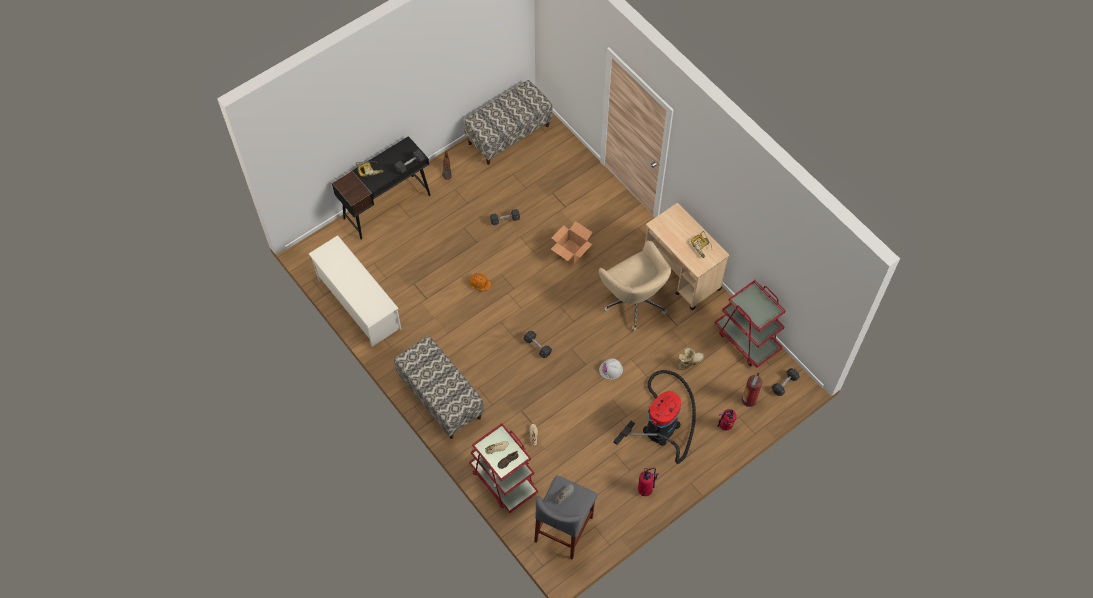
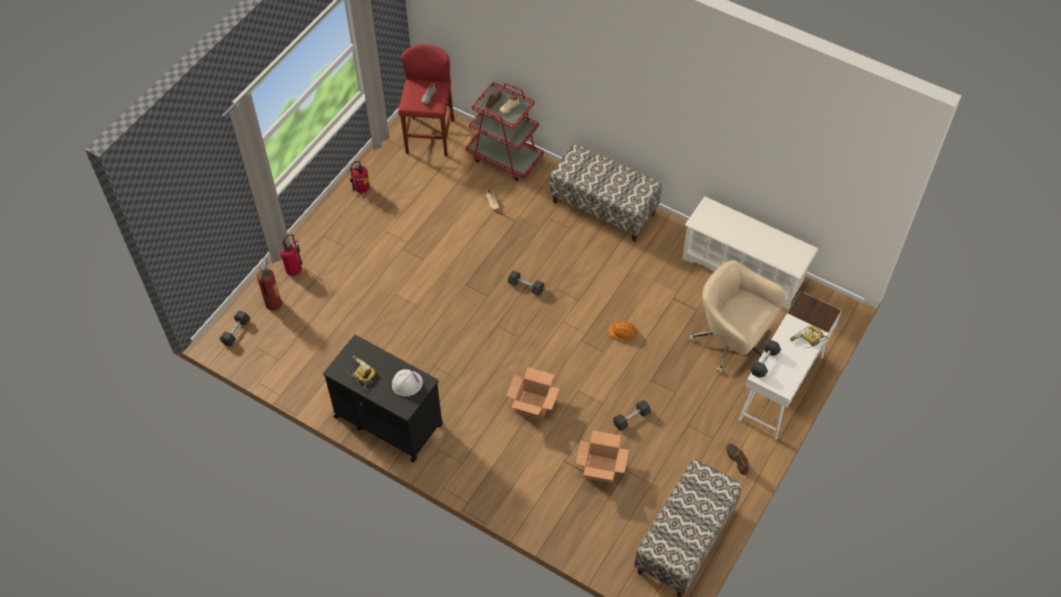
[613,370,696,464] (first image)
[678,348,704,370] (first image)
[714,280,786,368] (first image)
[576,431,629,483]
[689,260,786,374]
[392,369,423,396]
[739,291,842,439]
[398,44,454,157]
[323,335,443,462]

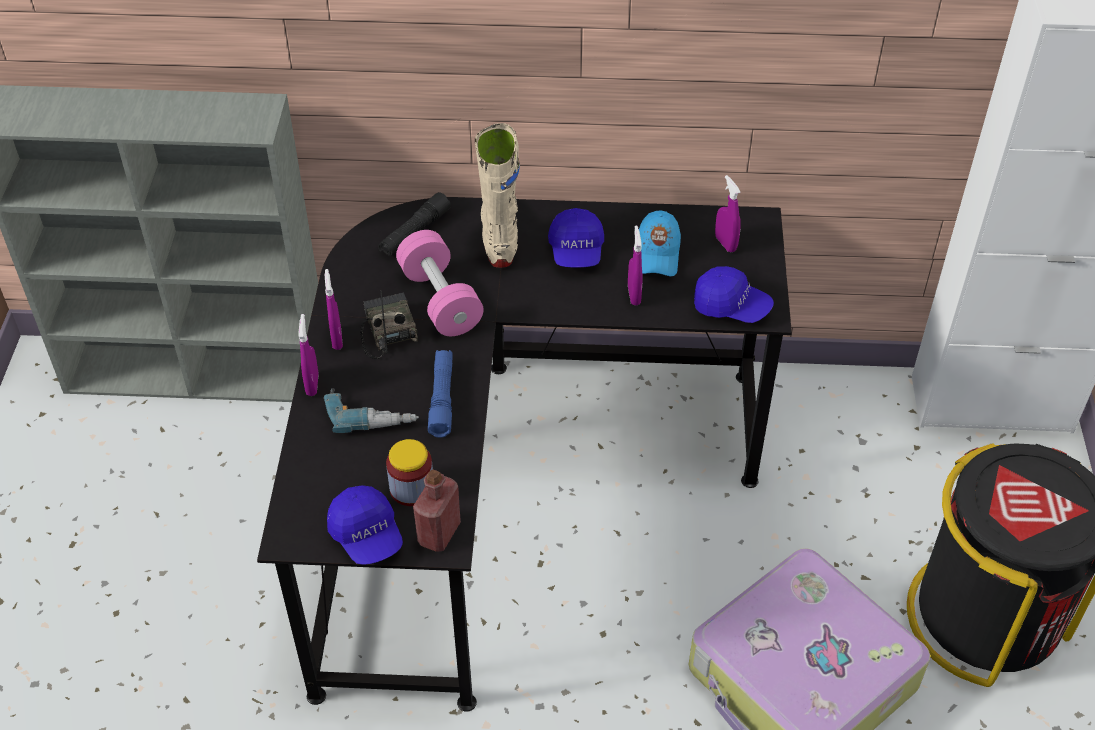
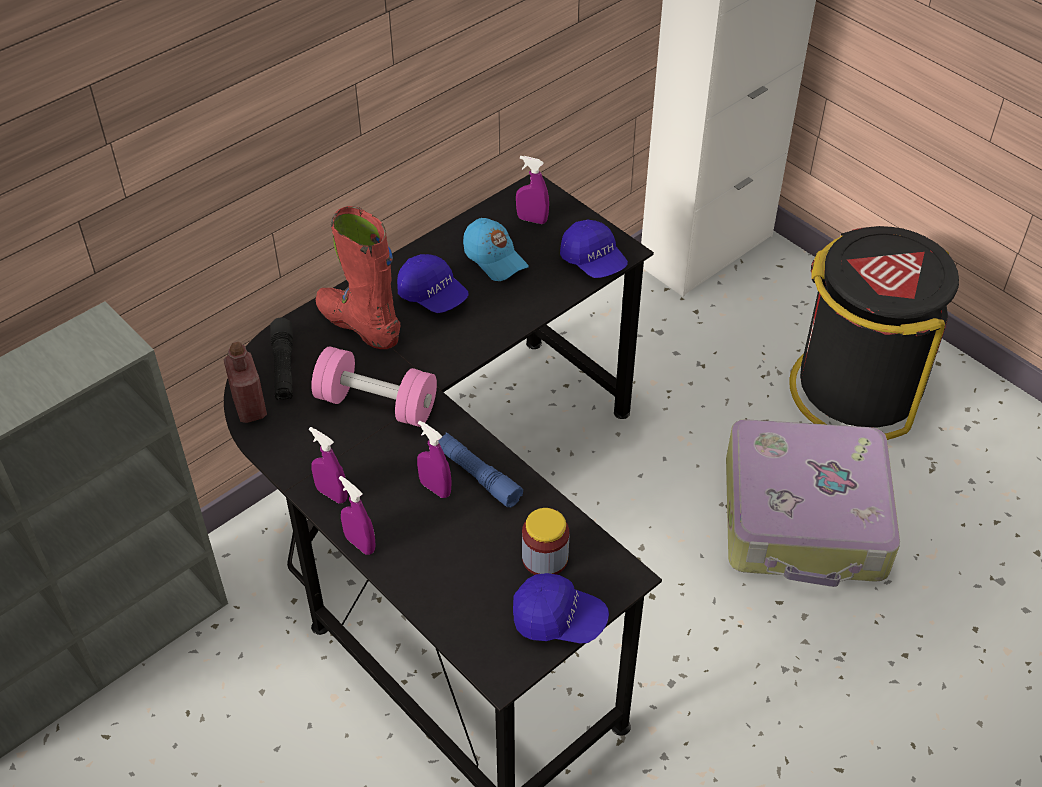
[324,388,419,433] (first image)
[360,290,418,359] (first image)
[224,342,267,423]
[417,421,451,498]
[316,206,400,349]
[560,220,628,278]

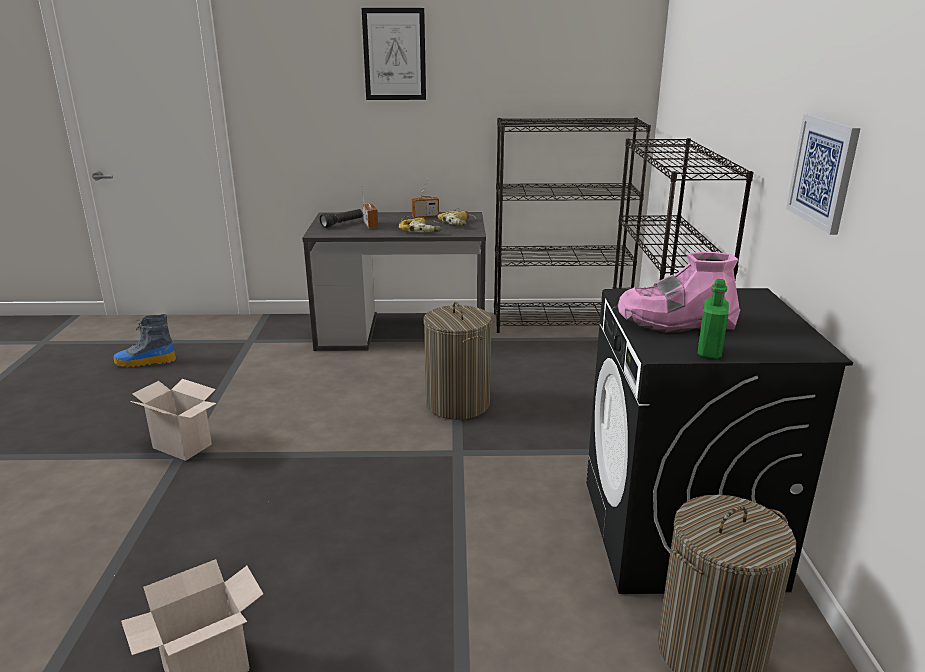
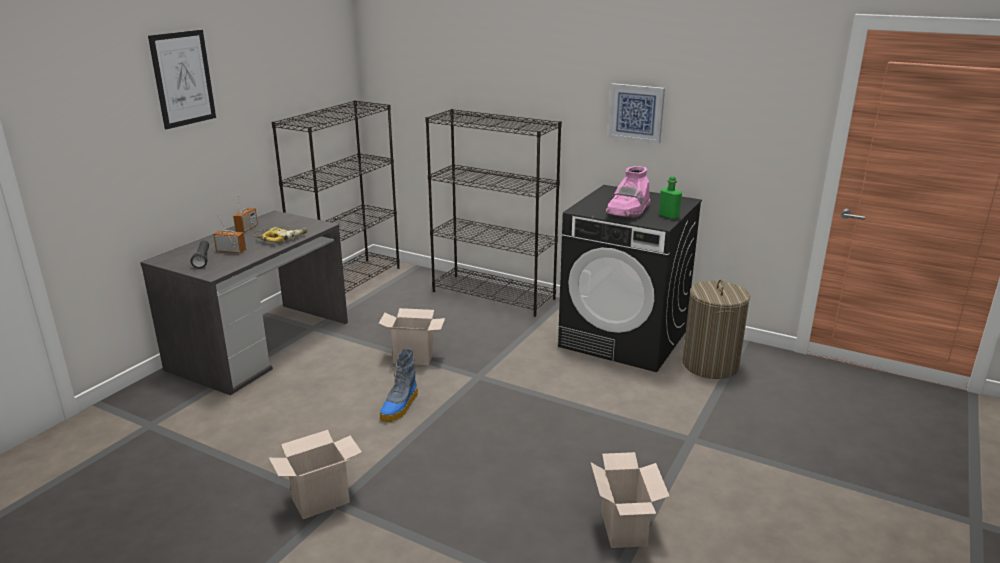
[437,208,477,226] (first image)
[380,349,418,422]
[378,308,445,365]

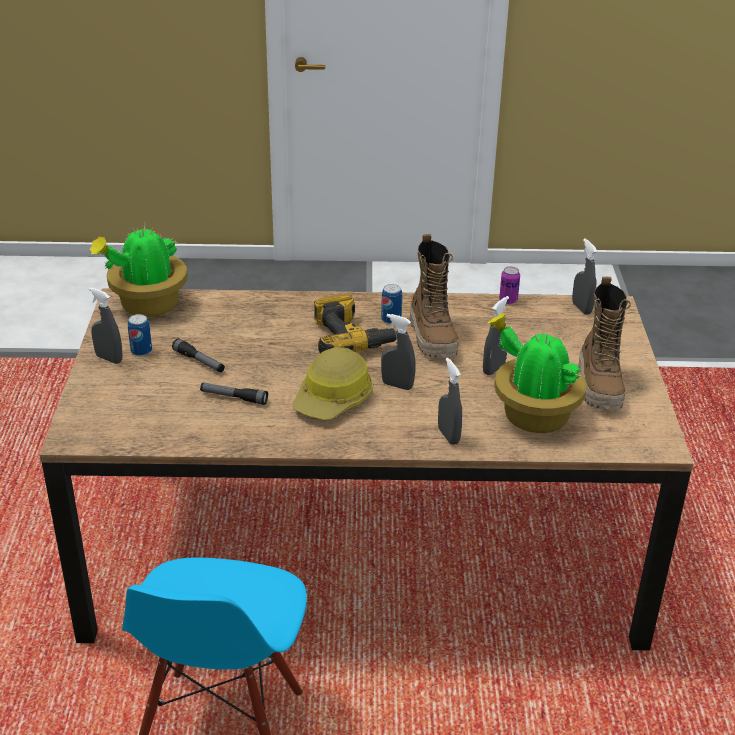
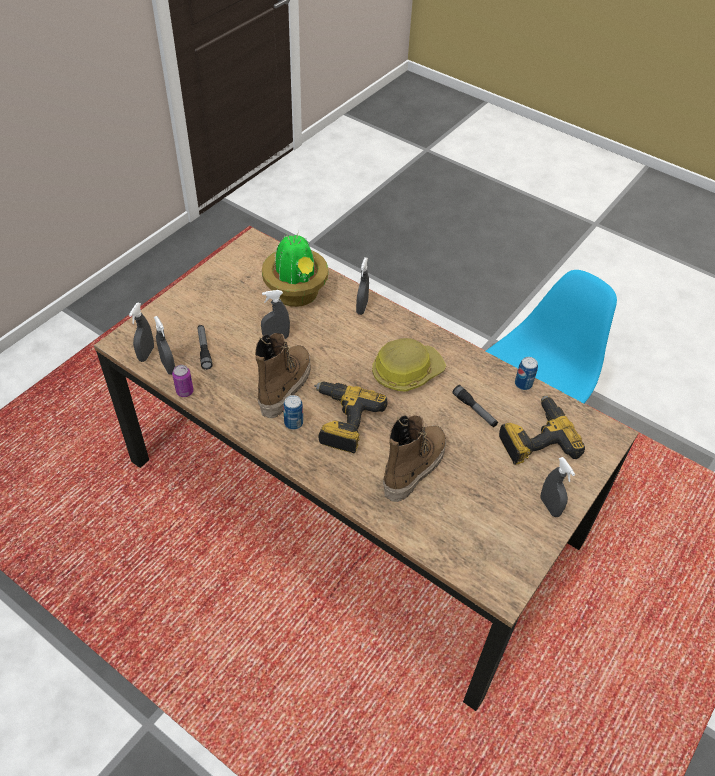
[90,224,188,317] (first image)
[499,396,585,465]
[515,357,538,390]
[198,325,213,370]
[154,316,175,375]
[383,415,446,502]

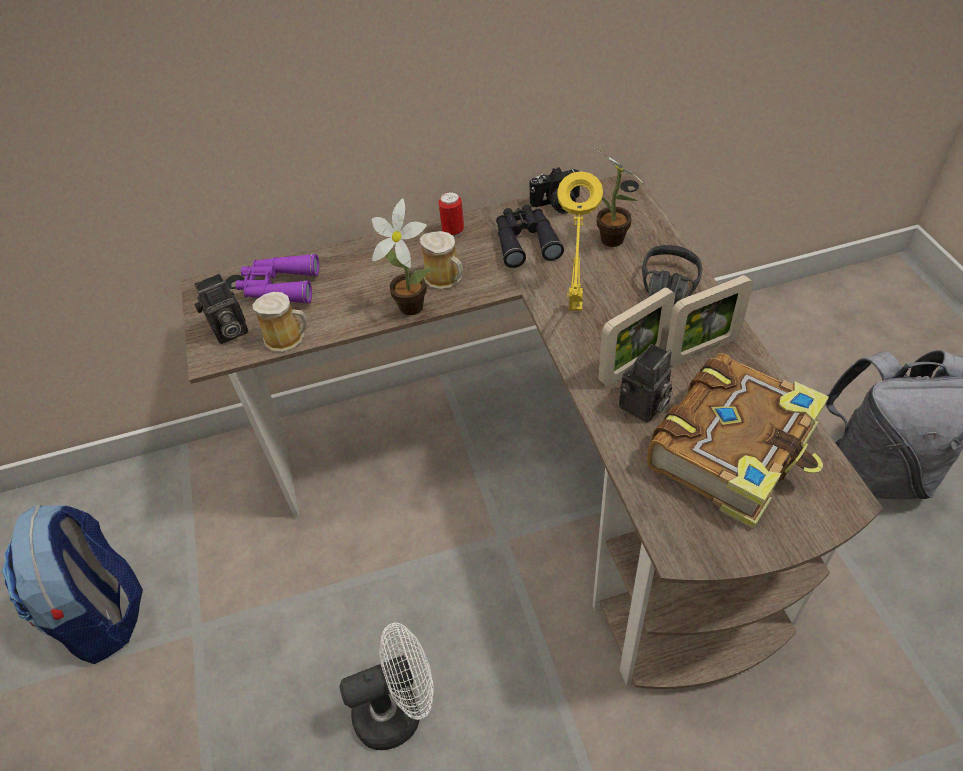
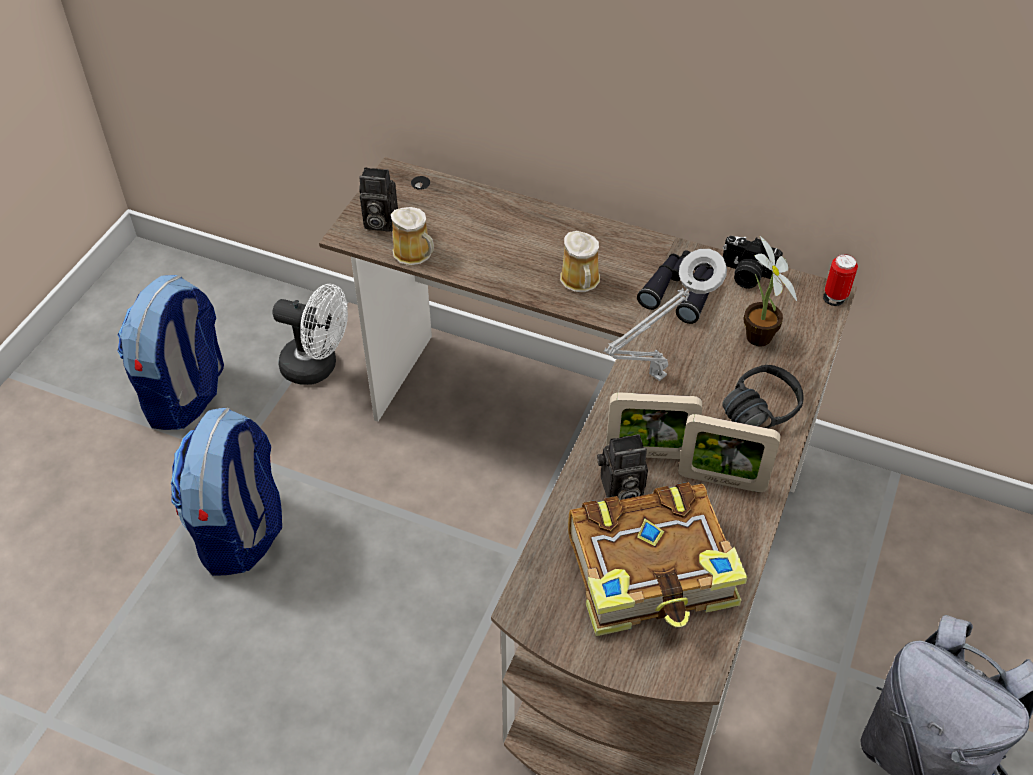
[236,254,319,304] (first image)
[372,198,431,315] (first image)
[171,407,282,575]
[272,284,348,385]
[825,254,858,302]
[603,249,727,381]

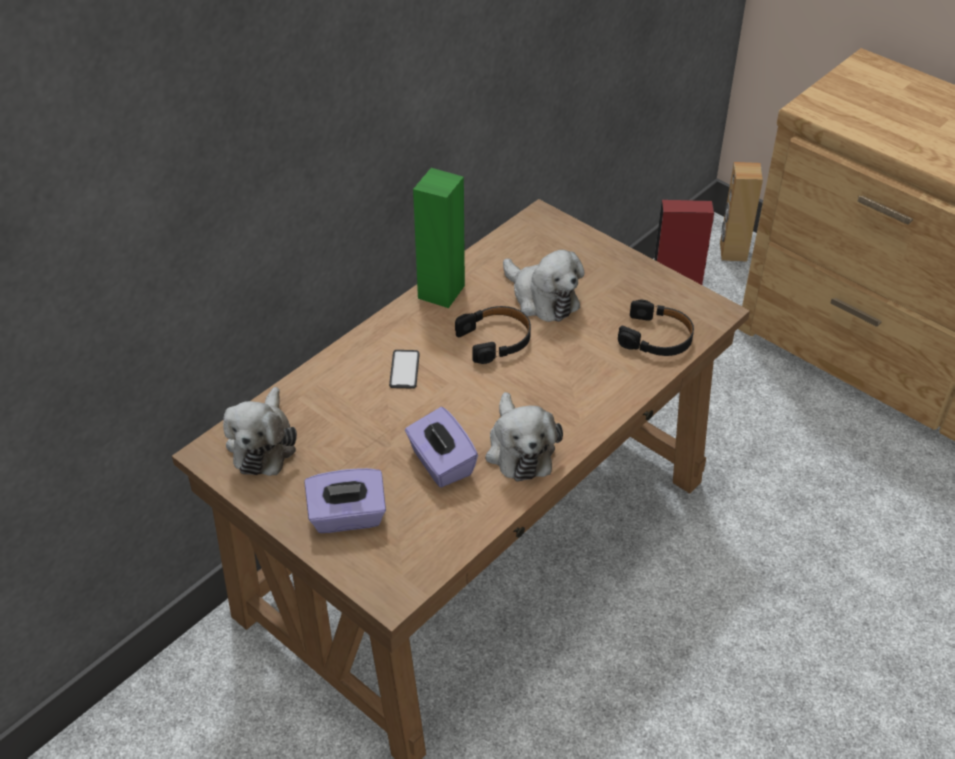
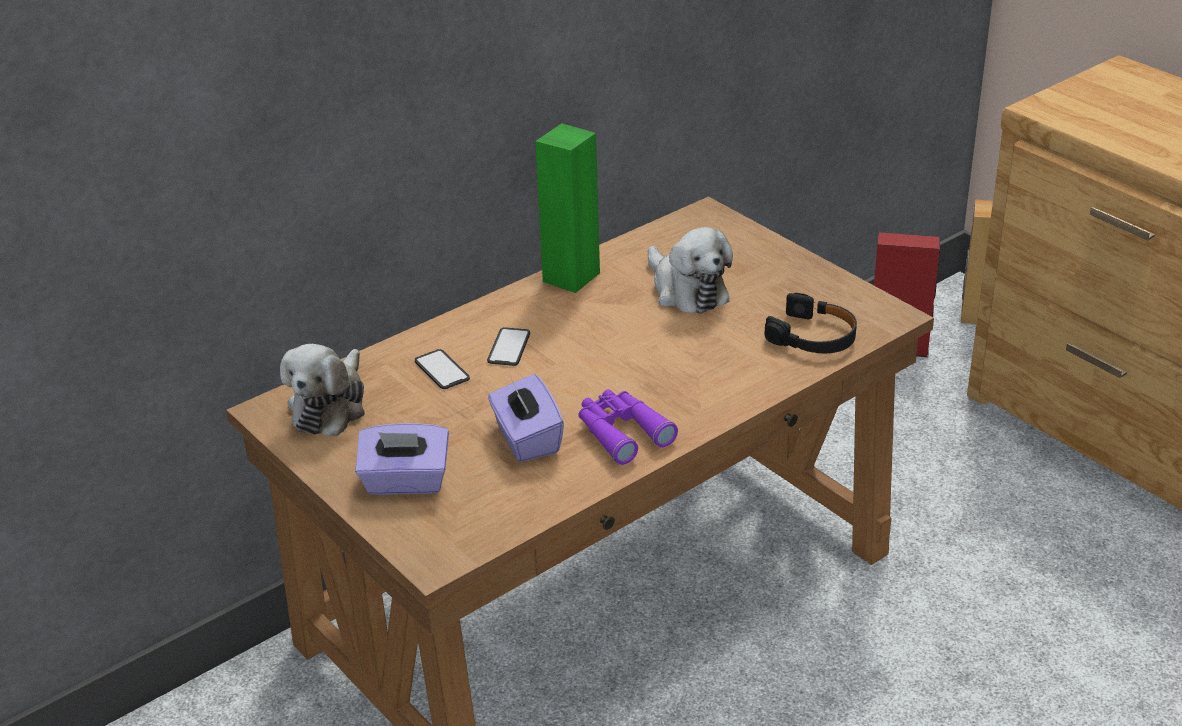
[455,306,531,364] (first image)
[415,349,470,389]
[578,389,678,465]

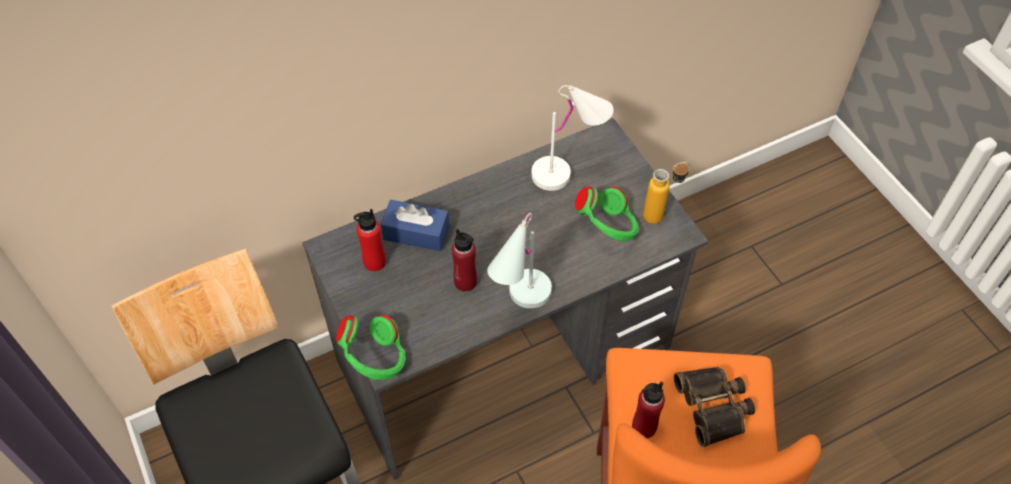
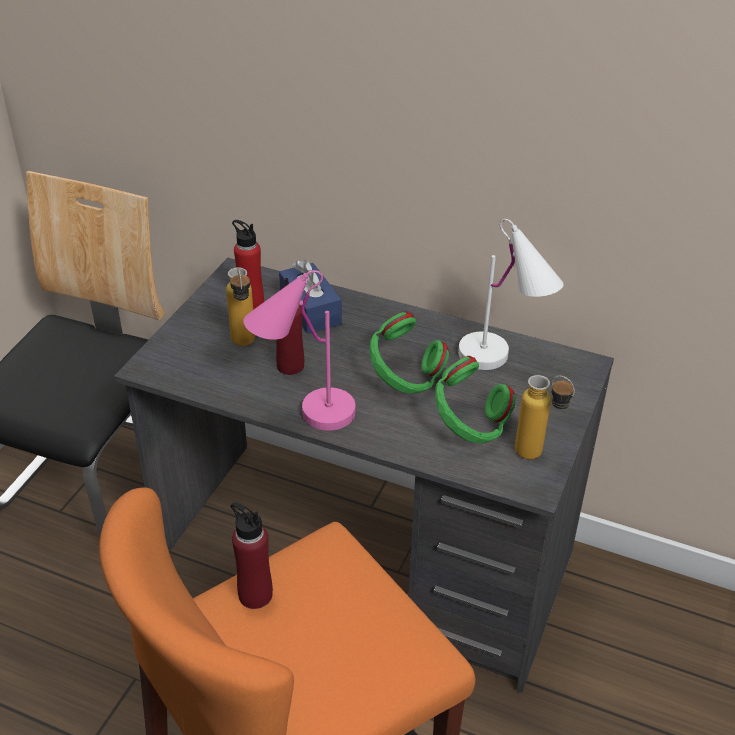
[674,366,755,447] (first image)
[226,267,255,346]
[369,311,449,394]
[243,270,355,431]

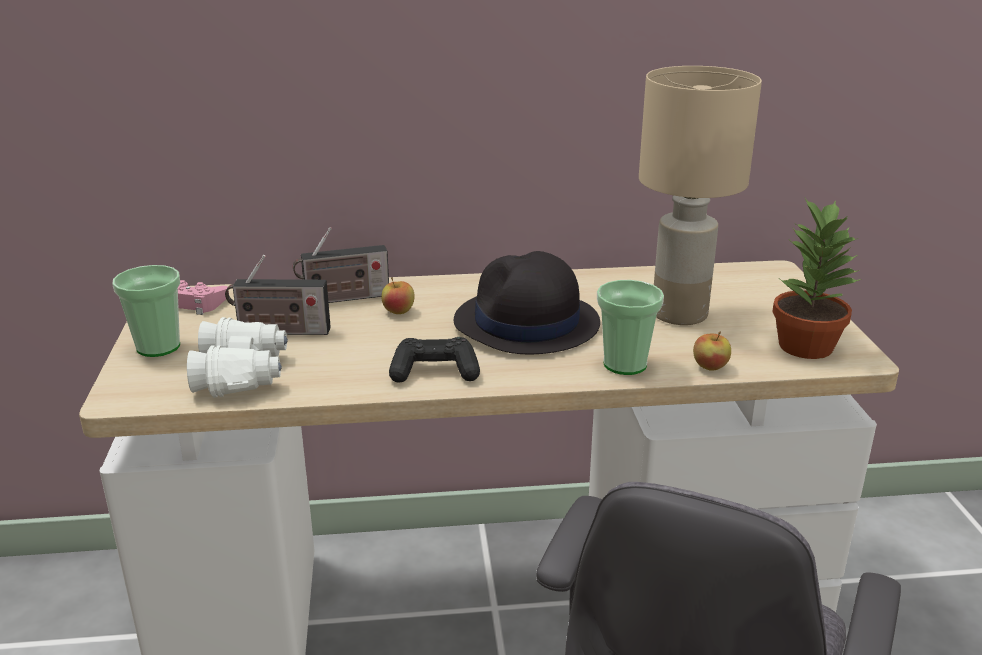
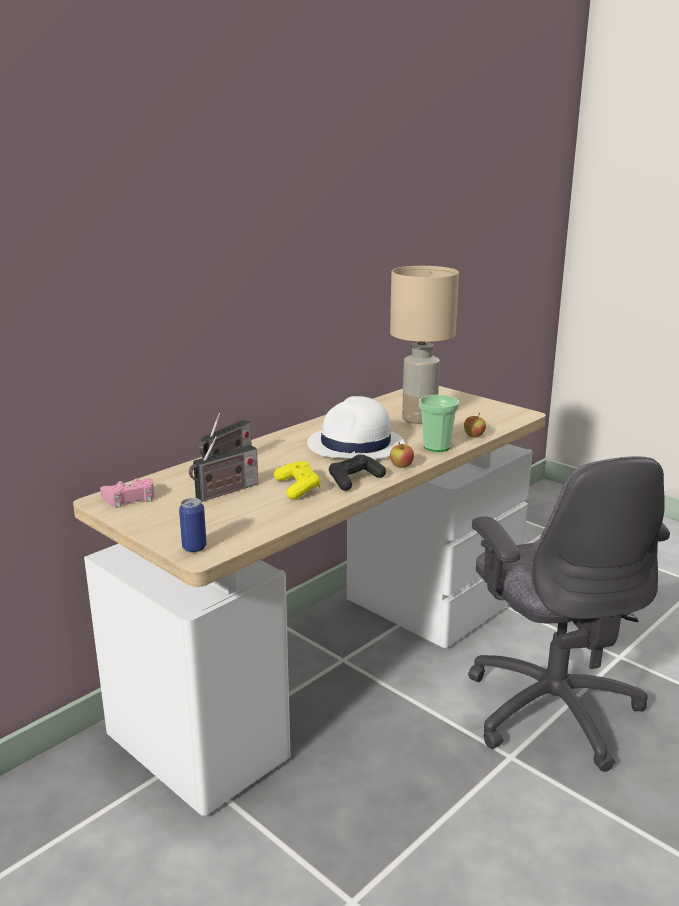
[112,265,180,357] (first image)
[187,317,288,398] (first image)
[772,198,862,359] (first image)
[179,498,207,552]
[274,461,321,500]
[390,442,414,468]
[307,396,404,459]

